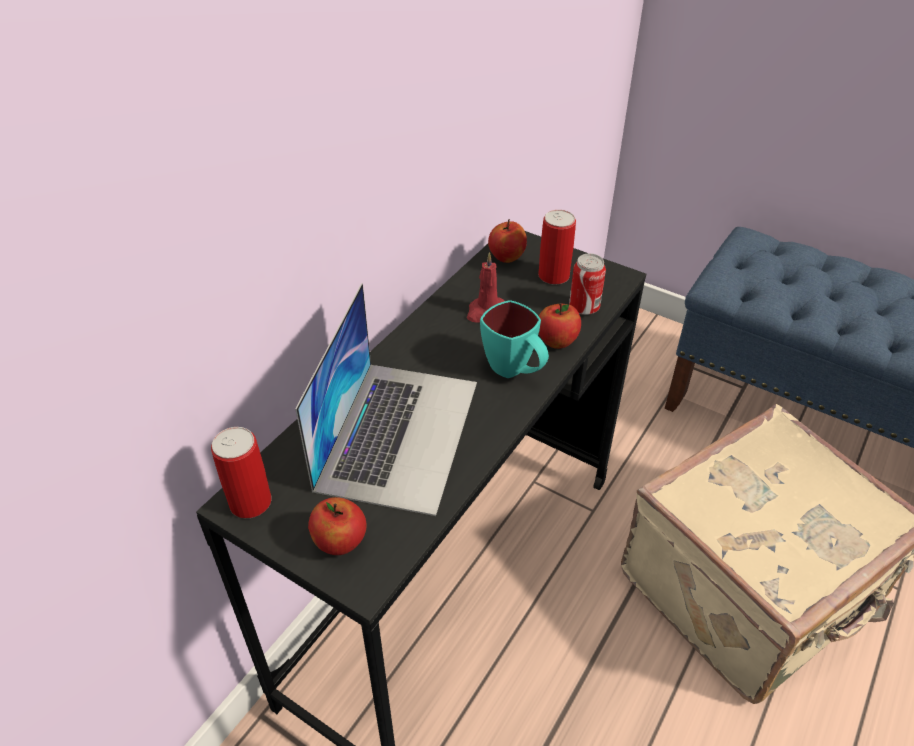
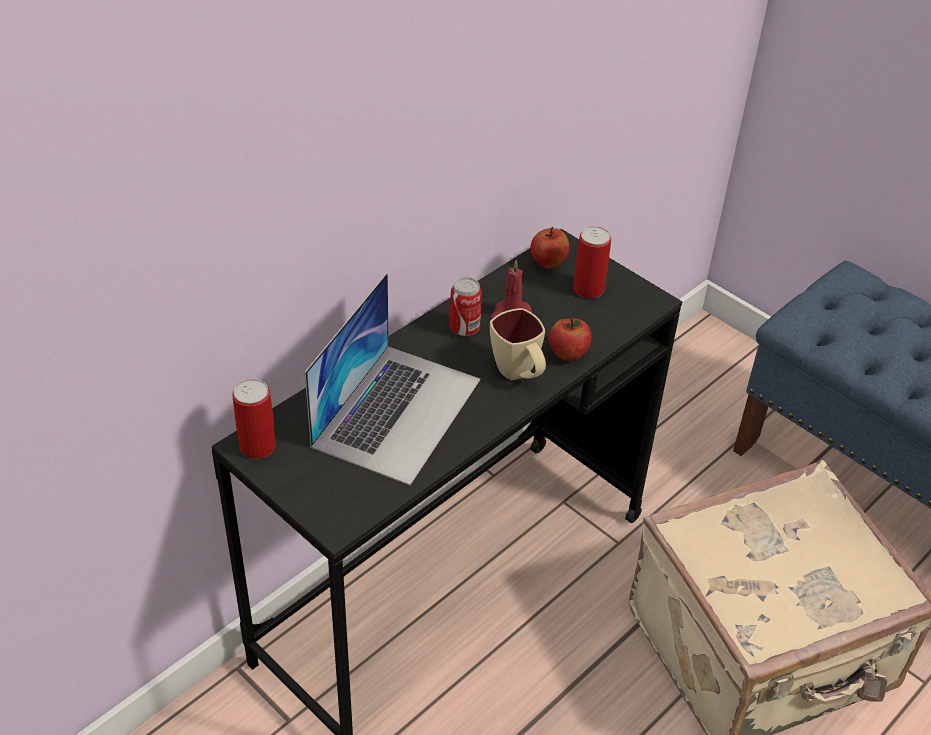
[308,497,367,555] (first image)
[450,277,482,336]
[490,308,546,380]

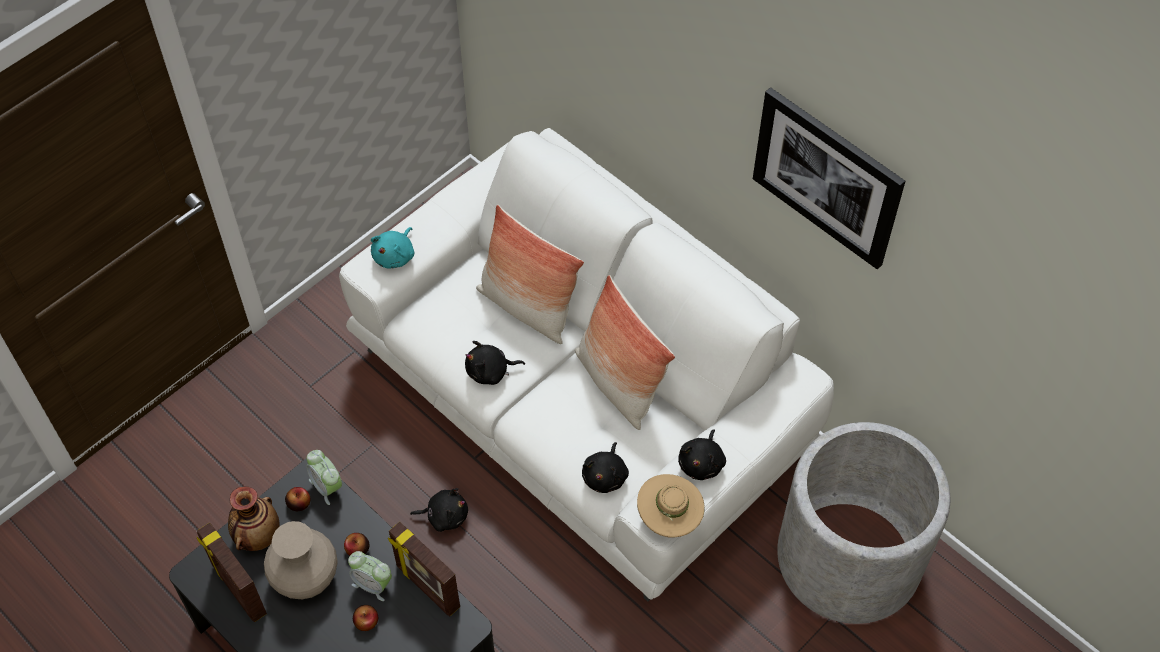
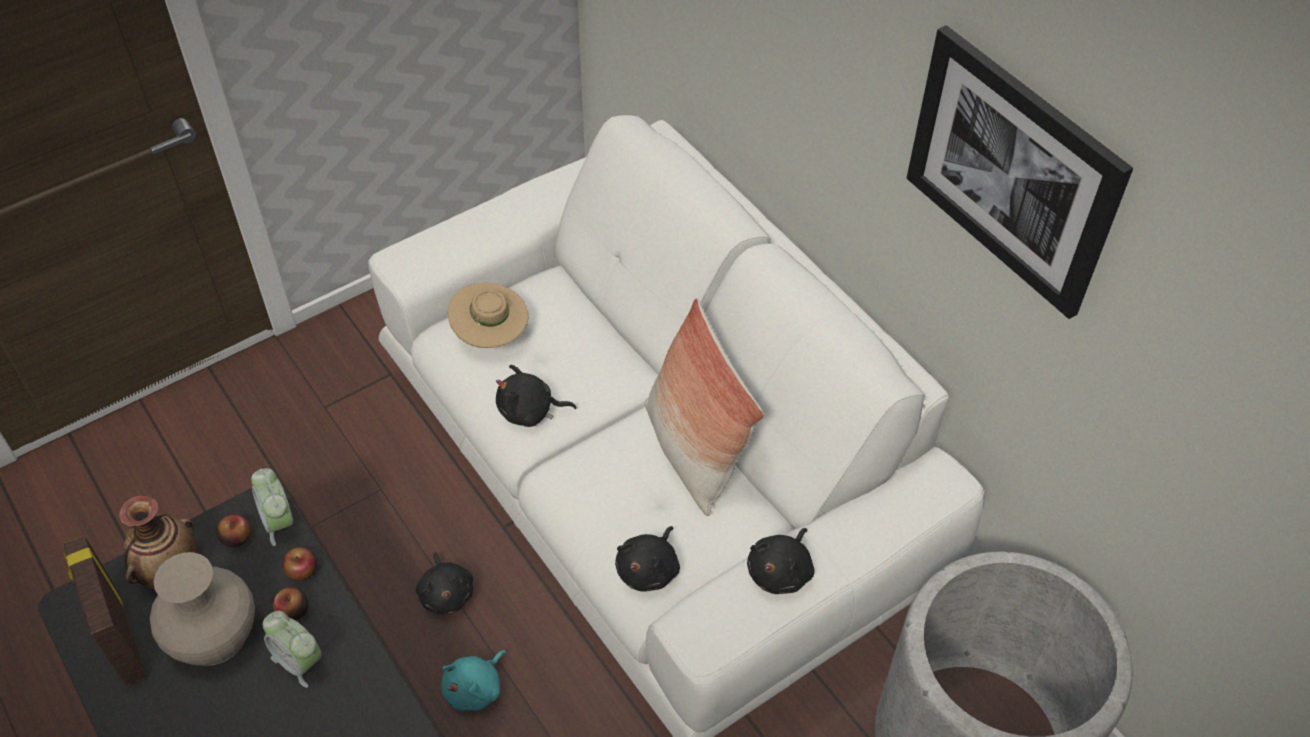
[388,522,460,616] (first image)
[476,205,584,344] (first image)
[282,547,317,581]
[441,650,506,711]
[448,283,529,348]
[416,553,473,614]

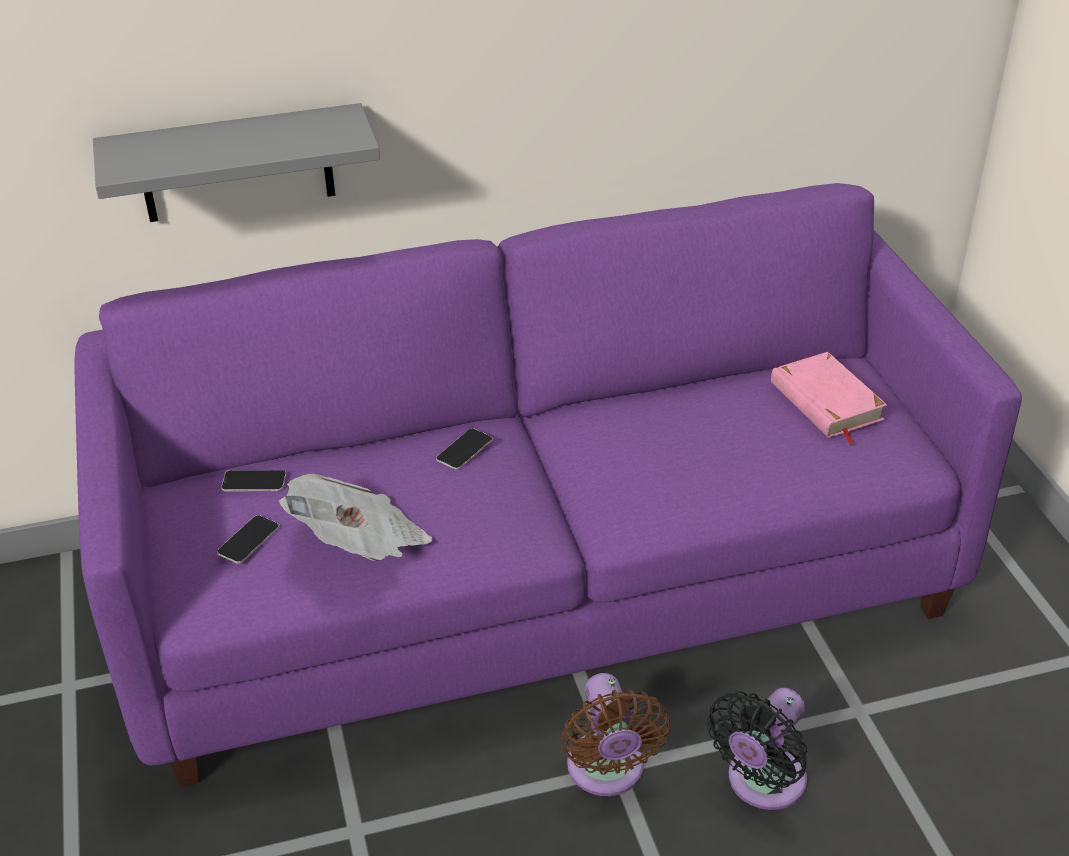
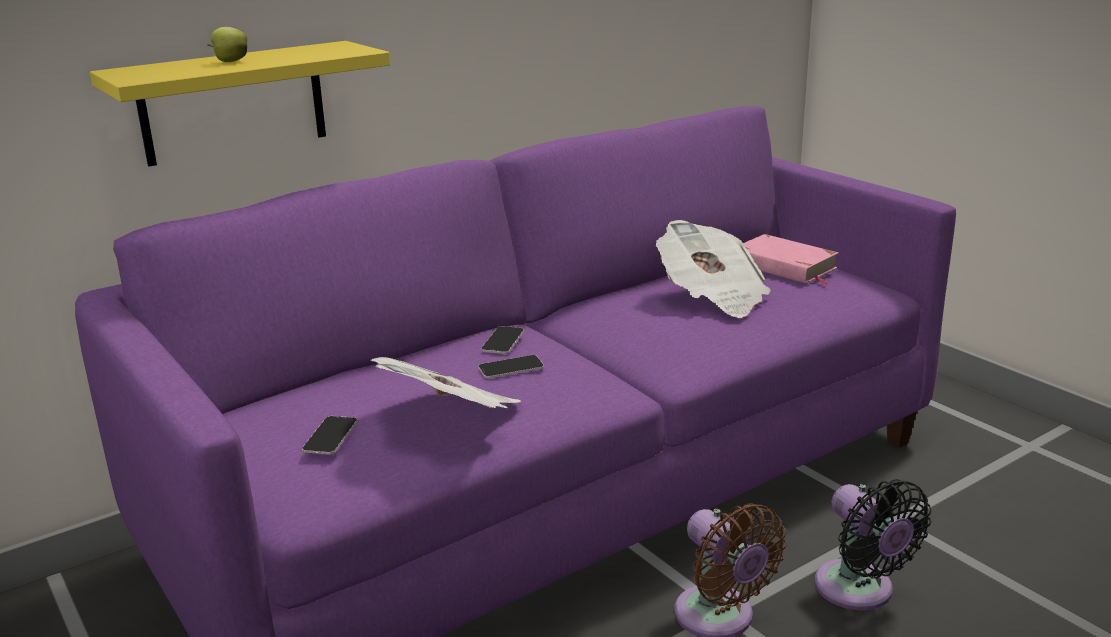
[208,27,247,62]
[656,220,771,318]
[478,355,544,378]
[90,41,390,166]
[815,479,931,610]

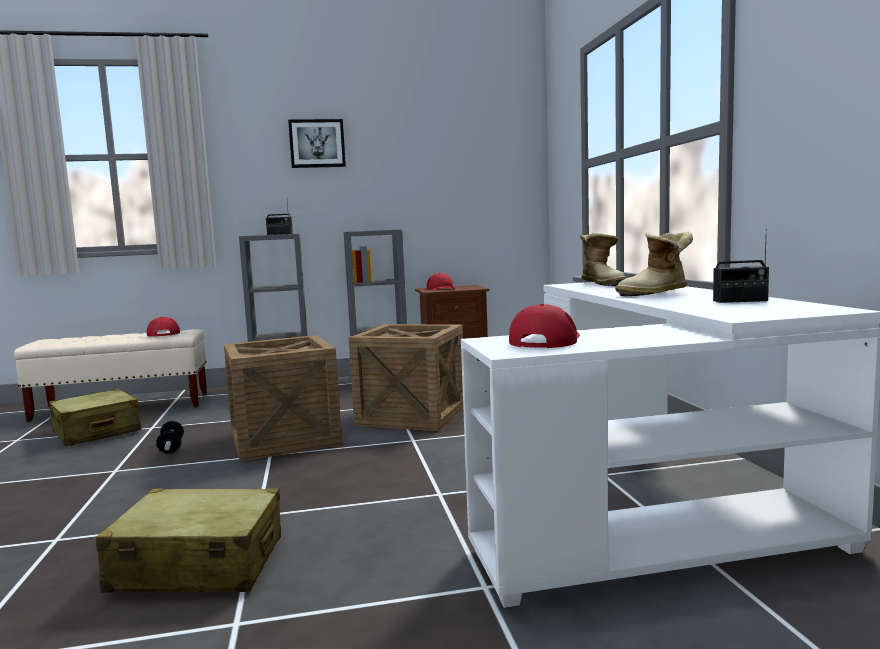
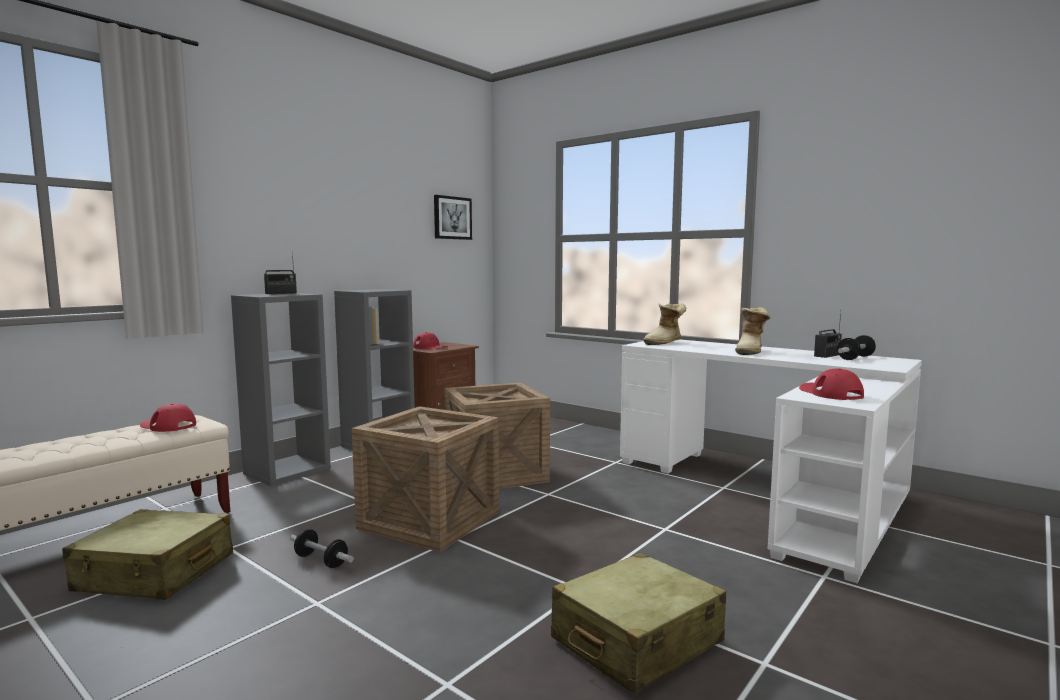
[837,335,876,360]
[434,195,472,240]
[643,303,686,345]

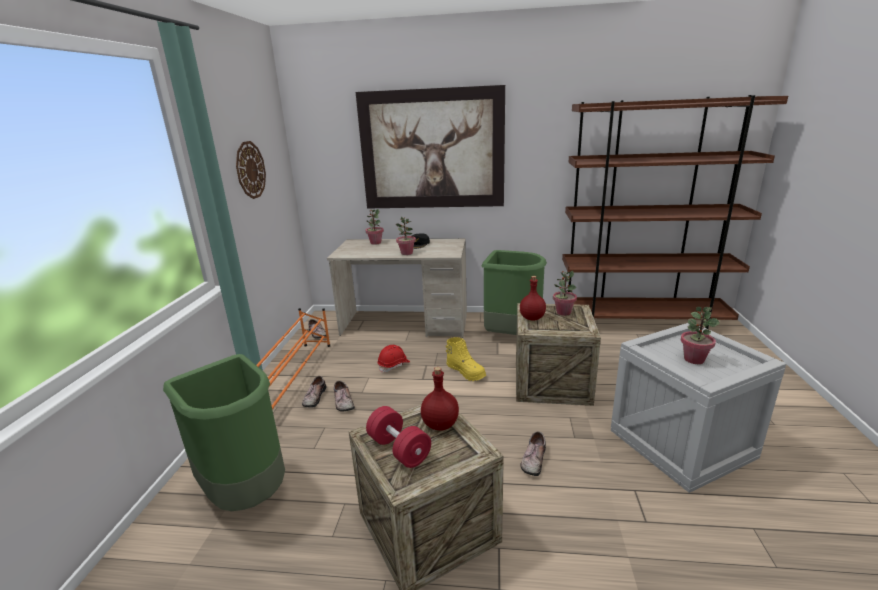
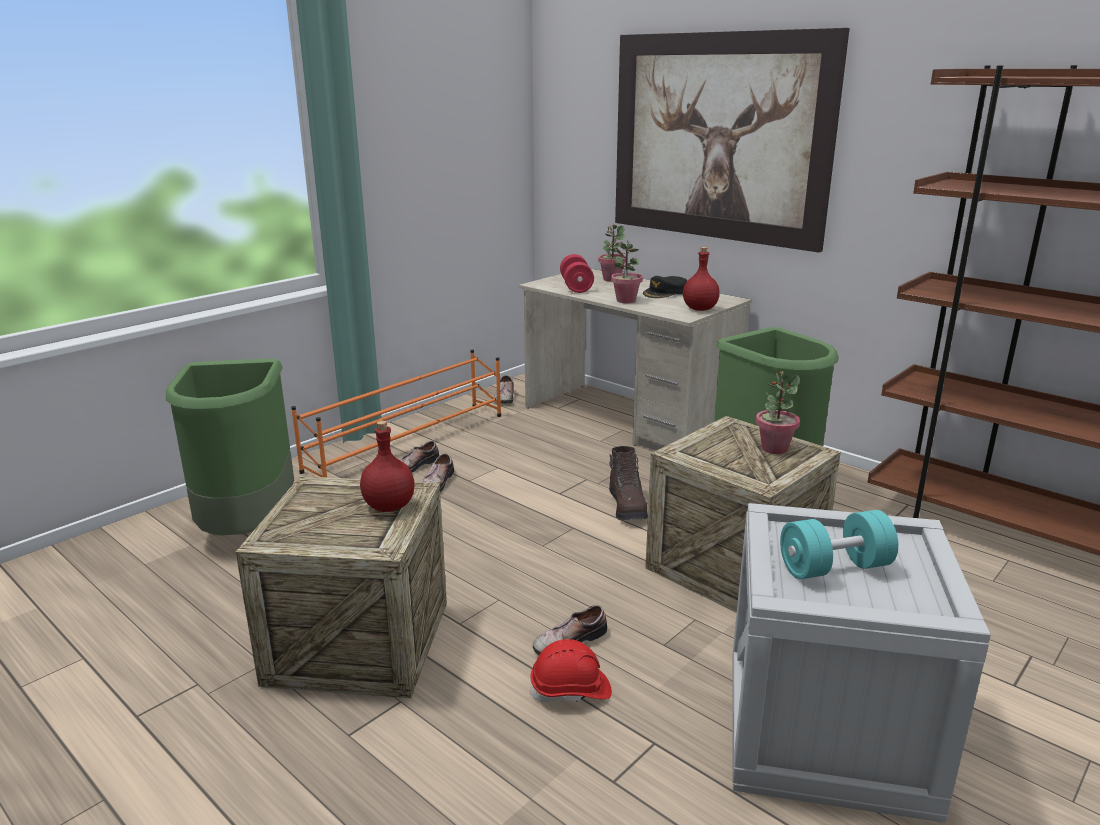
[236,141,266,199] (first image)
[560,254,594,293]
[530,639,612,702]
[683,247,720,311]
[780,510,898,579]
[609,446,648,521]

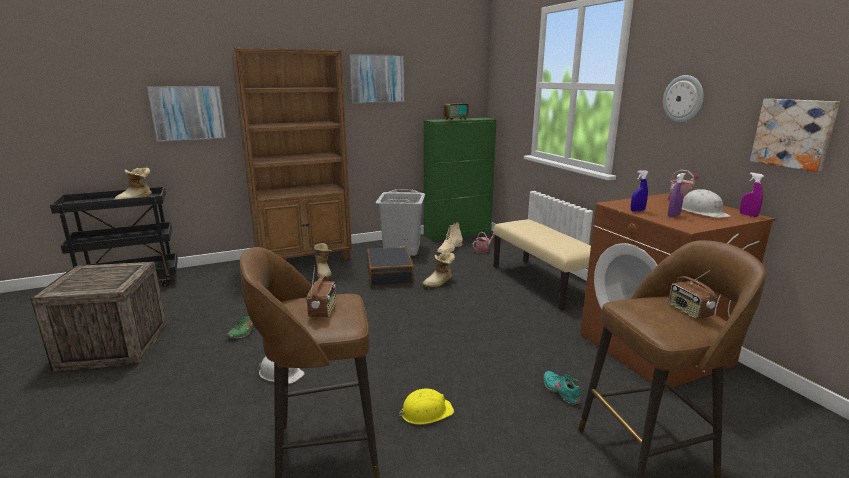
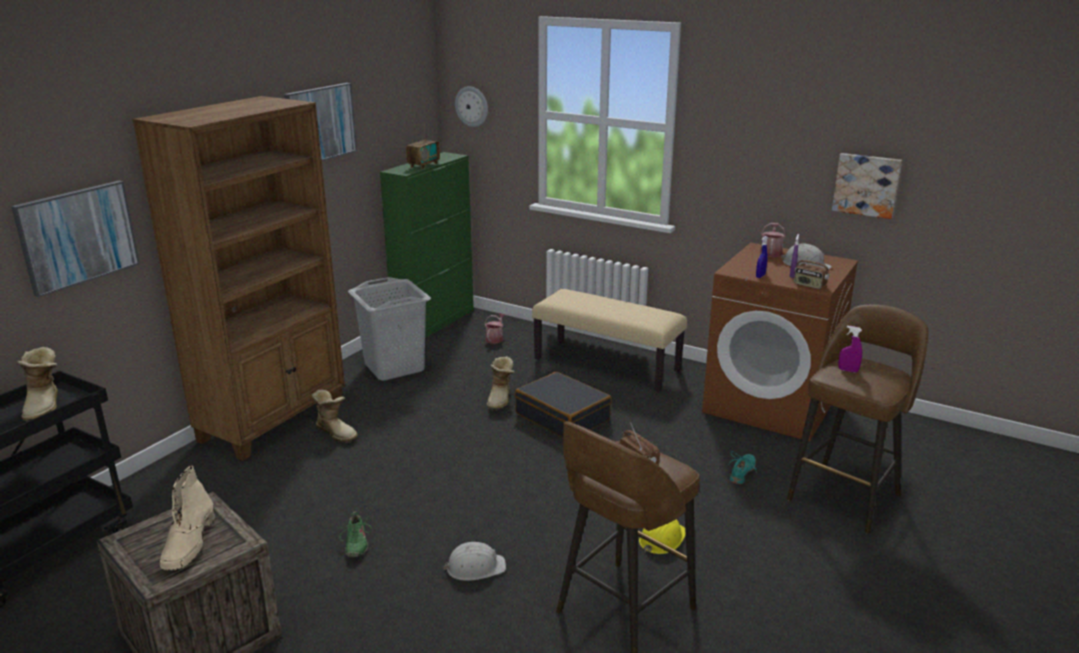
[515,372,612,437]
[160,465,215,570]
[455,86,488,127]
[794,253,829,289]
[839,326,862,373]
[728,451,757,485]

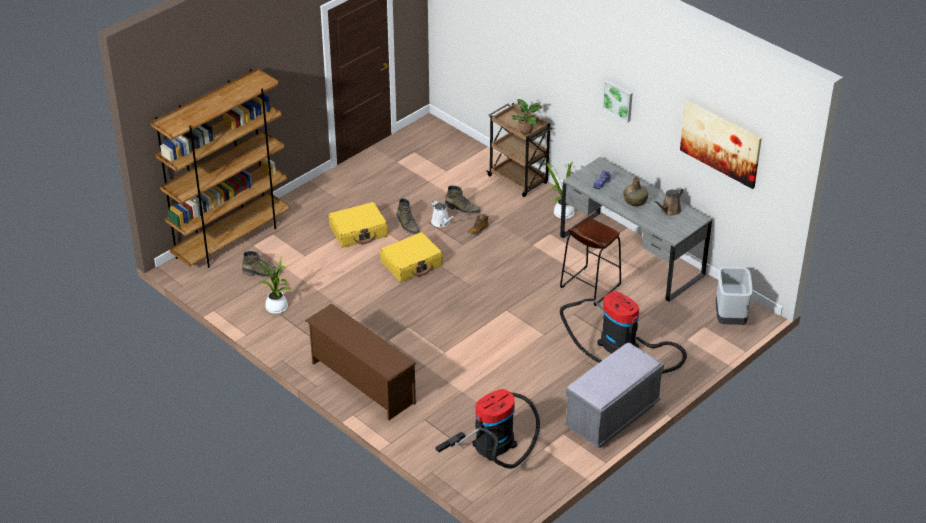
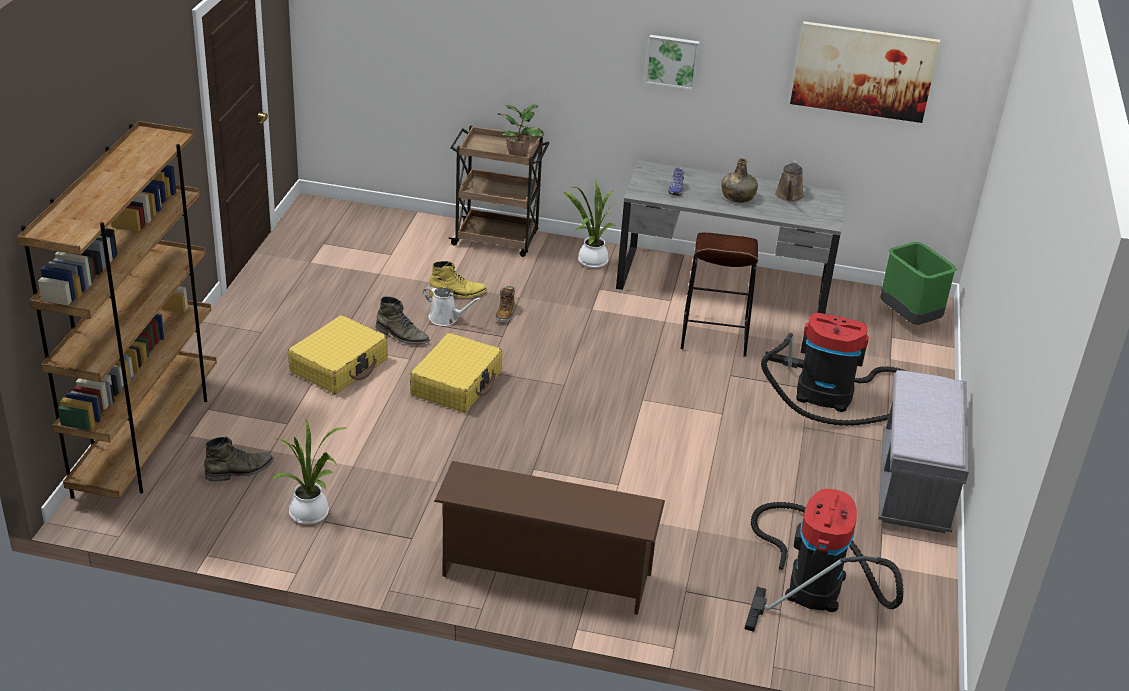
[429,261,487,298]
[880,242,957,325]

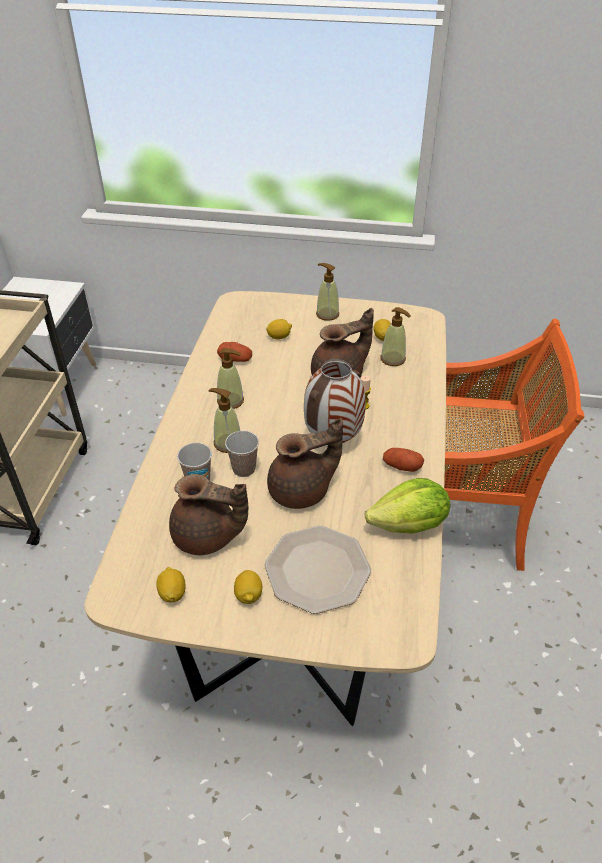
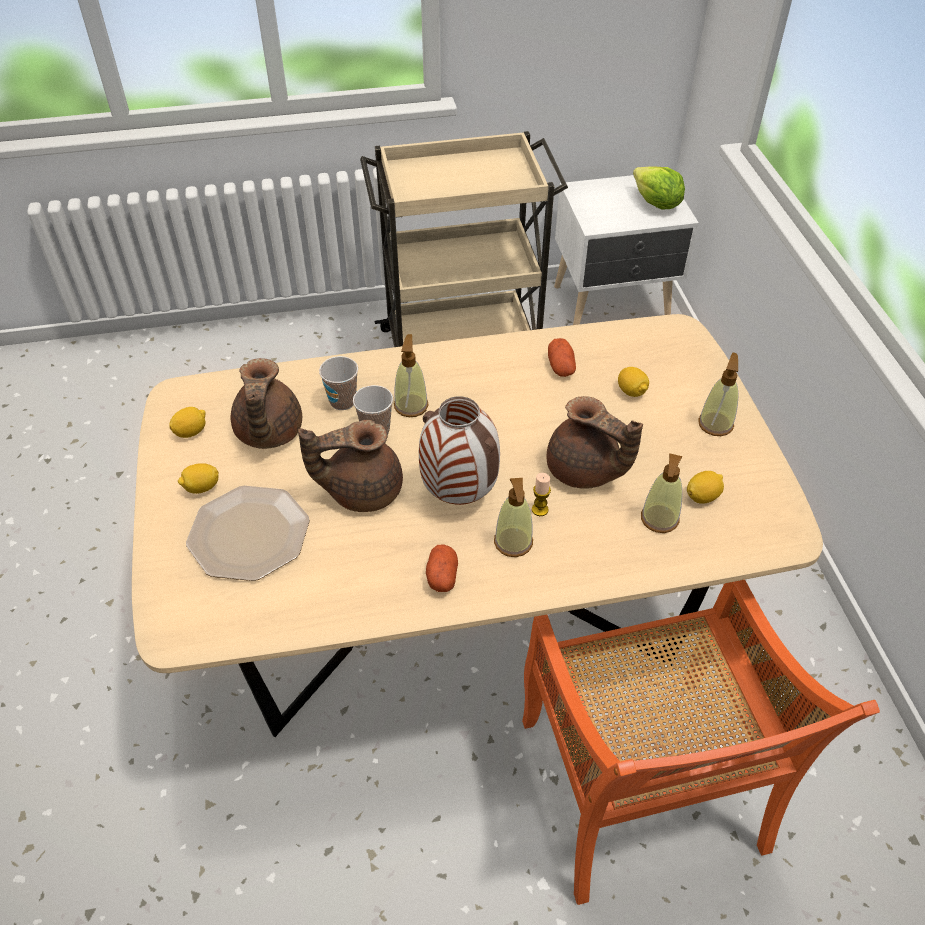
[494,478,533,557]
[633,166,685,209]
[298,420,403,512]

